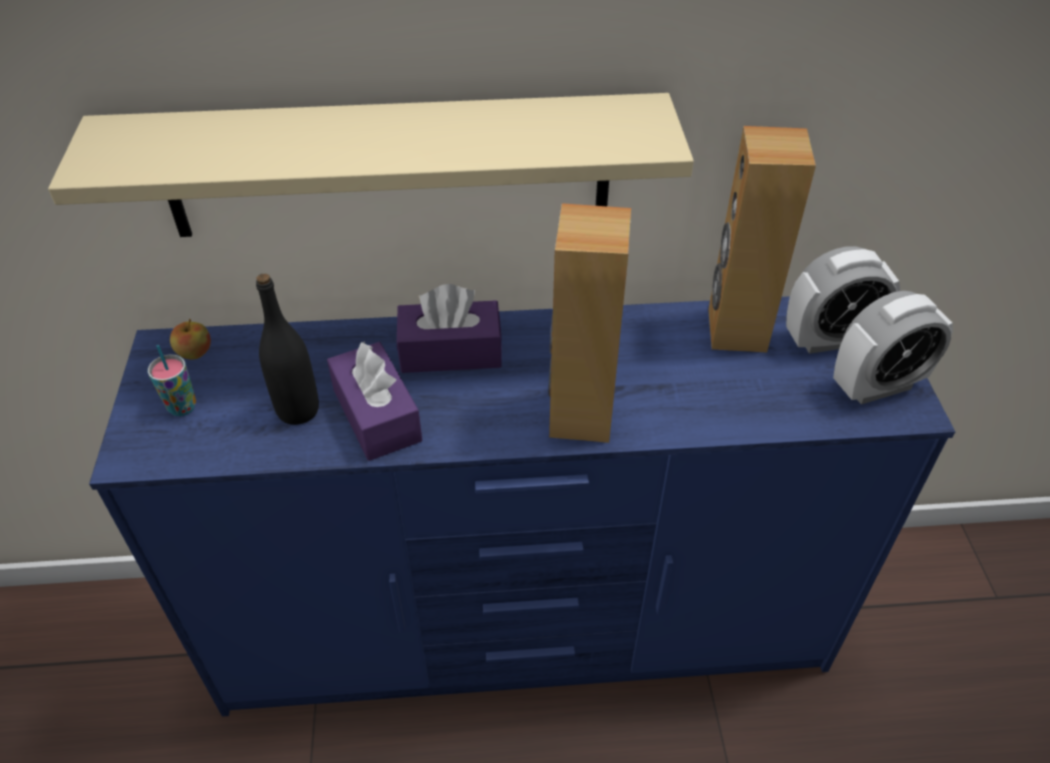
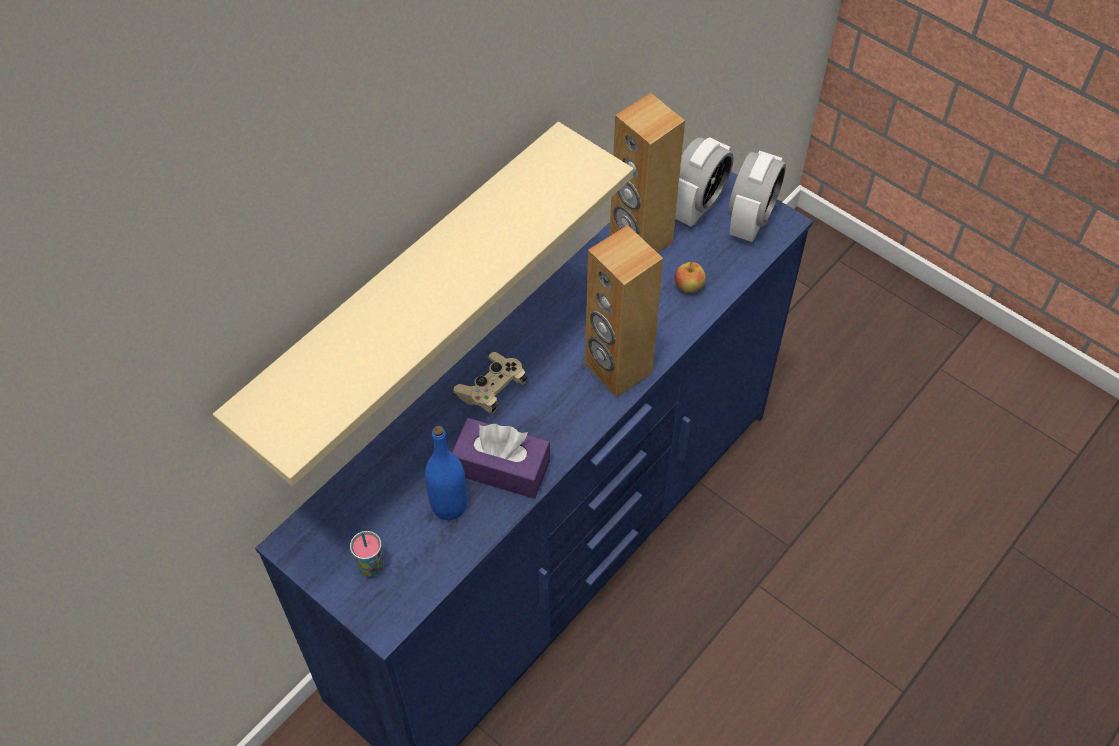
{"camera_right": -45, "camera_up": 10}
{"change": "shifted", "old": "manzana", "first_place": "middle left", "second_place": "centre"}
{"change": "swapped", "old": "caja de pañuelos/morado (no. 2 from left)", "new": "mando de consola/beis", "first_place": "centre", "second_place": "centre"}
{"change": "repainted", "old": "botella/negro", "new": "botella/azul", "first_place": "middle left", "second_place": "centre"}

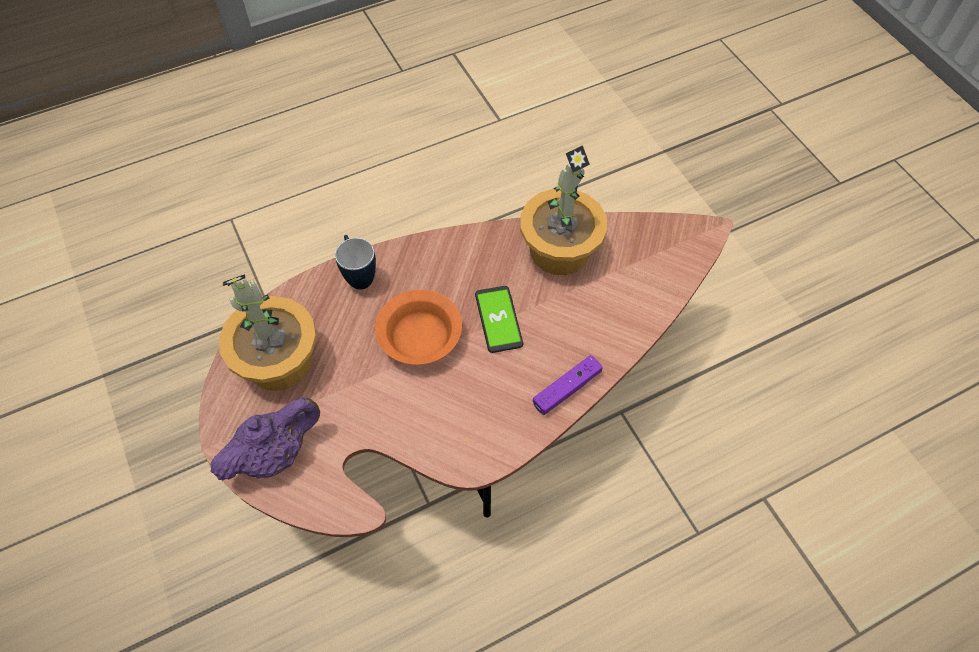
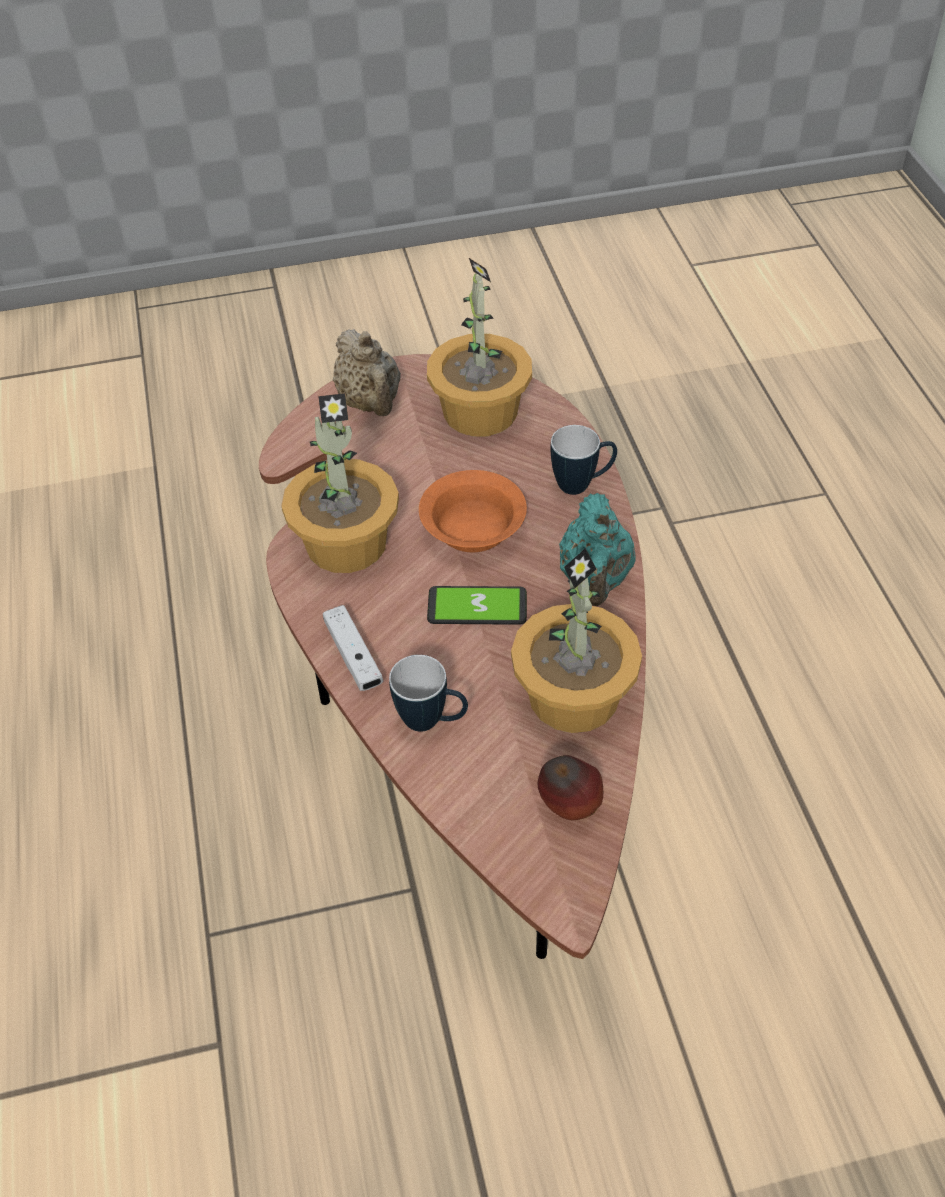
{"camera_right": 105, "camera_up": -10}
{"change": "new", "new": "planta en maceta (no. 1 from left)", "second_place": "centre"}
{"change": "new", "new": "taza grande (no. 1 from left)", "second_place": "centre"}
{"change": "new", "new": "manzana", "second_place": "centre"}
{"change": "new", "new": "tetera/turquesa", "second_place": "centre"}
{"change": "repainted", "old": "tetera/morado", "new": "tetera/beis", "first_place": "bottom left", "second_place": "top centre"}
{"change": "repainted", "old": "mando de consola/morado", "new": "mando de consola/blanco", "first_place": "centre", "second_place": "centre"}

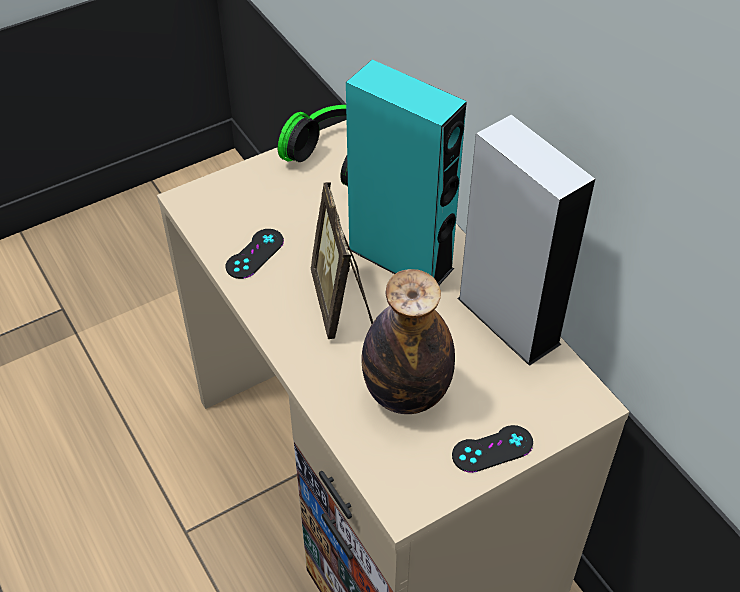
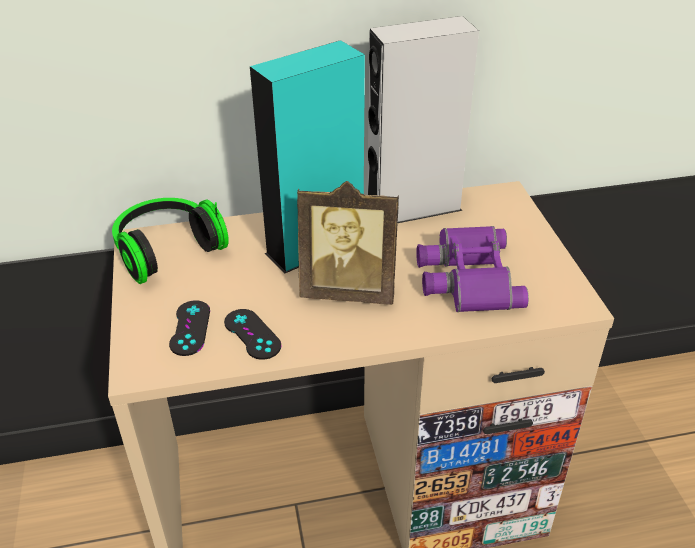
{"camera_right": -70, "camera_up": -10}
{"change": "shifted", "old": "mando de consola/negro (no. 2 from left in the first image)", "new": "mando de consola/negro (no. 1 from left)", "first_place": "bottom centre", "second_place": "middle left"}
{"change": "swapped", "old": "botella", "new": "prismáticos/morado", "first_place": "centre", "second_place": "middle right"}

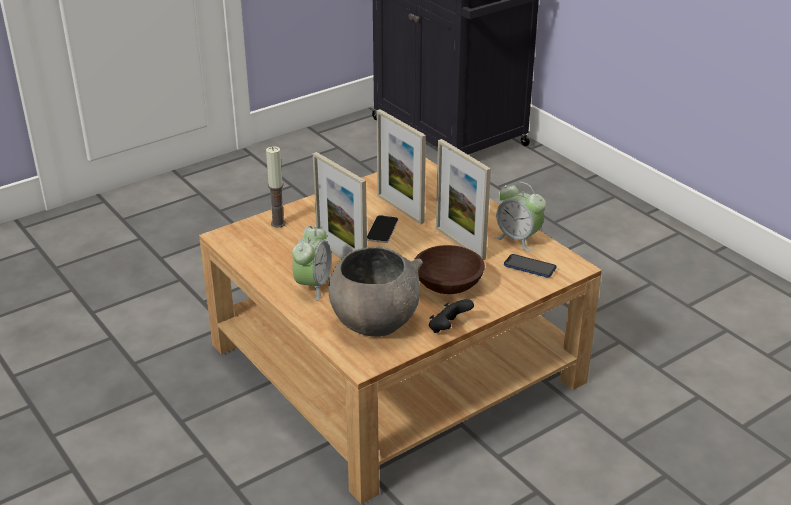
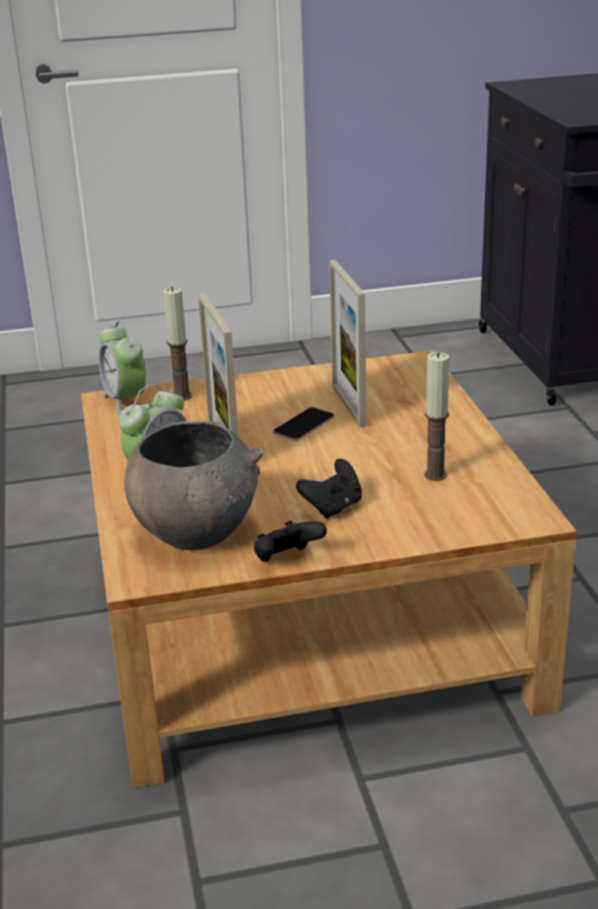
{"camera_right": 25, "camera_up": -5}
{"change": "gone", "old": "portarretratos (no. 3 from left)", "first_place": "centre"}
{"change": "gone", "old": "móvil (no. 2 from left)", "first_place": "middle right"}
{"change": "new", "new": "vela (no. 2 from left)", "second_place": "middle right"}
{"change": "shifted", "old": "despertador (no. 2 from left in the first image)", "new": "despertador (no. 1 from left)", "first_place": "centre", "second_place": "middle left"}
{"change": "swapped", "old": "cuenco/marrón", "new": "mando de consola/negro (no. 2 from left)", "first_place": "centre", "second_place": "centre"}

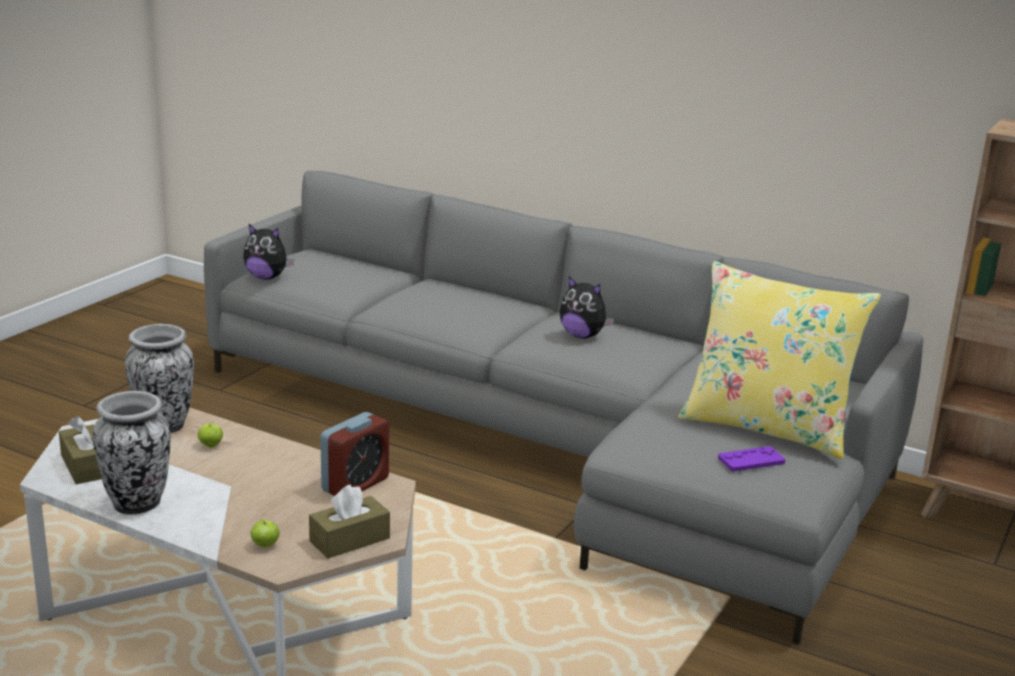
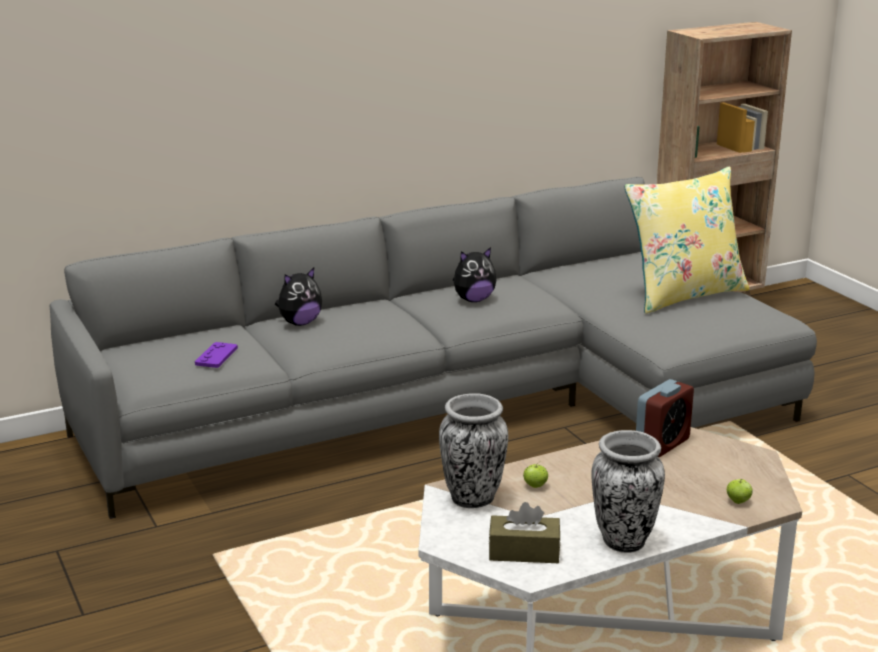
{"camera_right": -55, "camera_up": 0}
{"change": "gone", "old": "caja de pañuelos/marrón (no. 2 from left)", "first_place": "bottom centre"}
{"change": "shifted", "old": "peluche (no. 1 from left)", "first_place": "middle left", "second_place": "centre"}
{"change": "shifted", "old": "mando de consola/morado", "first_place": "bottom right", "second_place": "middle left"}
{"change": "rotated", "old": "despertador", "first_place": "bottom centre", "second_place": "middle right", "degrees": 60}

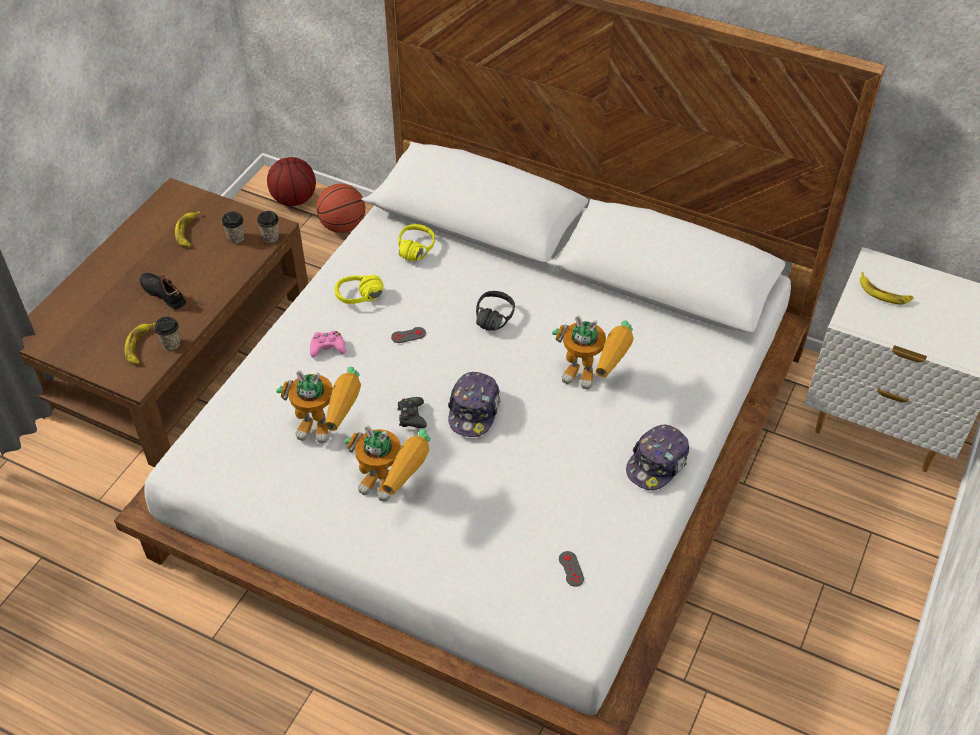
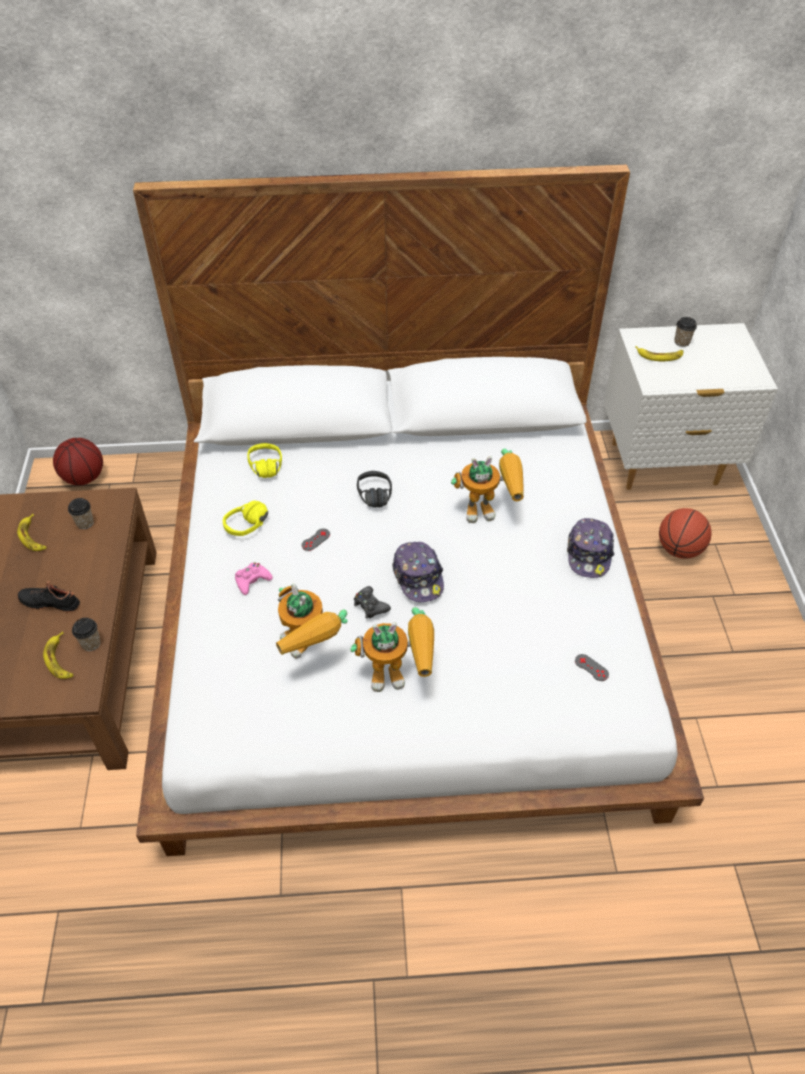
{"camera_right": -30, "camera_up": 0}
{"change": "shifted", "old": "taza (no. 3 from left)", "first_place": "top left", "second_place": "top right"}
{"change": "shifted", "old": "balón de baloncesto (no. 2 from left)", "first_place": "top centre", "second_place": "middle right"}
{"change": "rotated", "old": "robot de juguete (no. 1 from left)", "first_place": "middle left", "second_place": "centre", "degrees": 75}

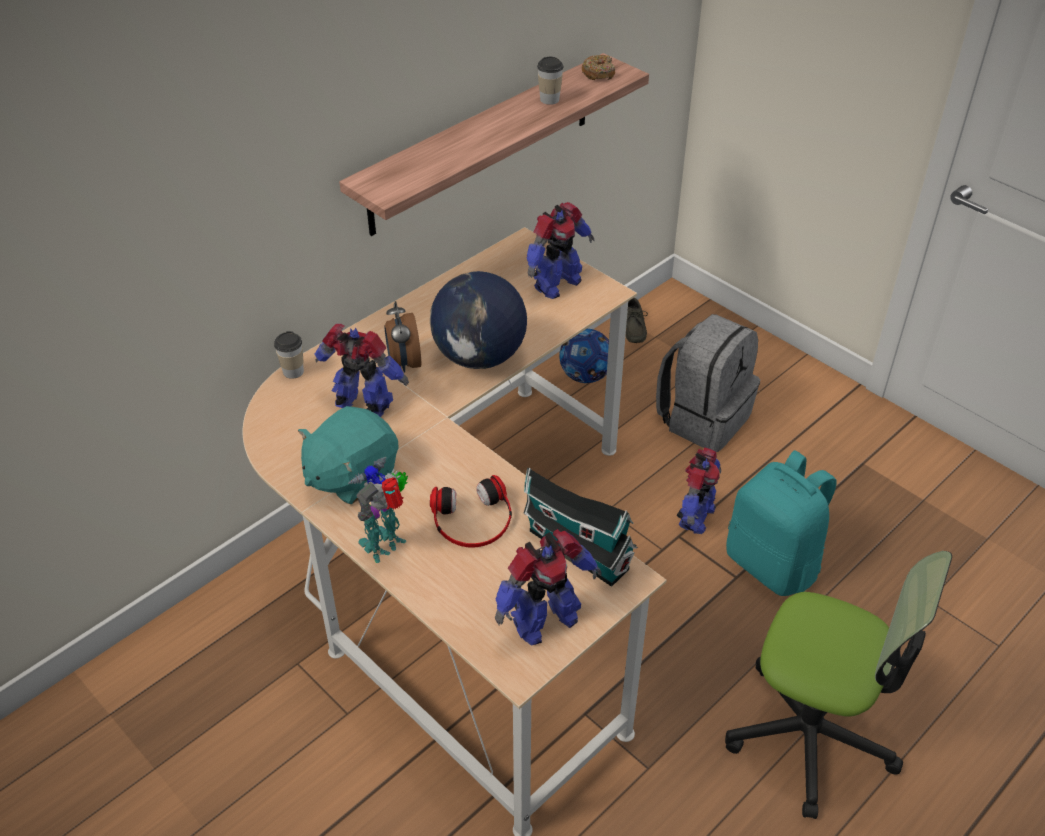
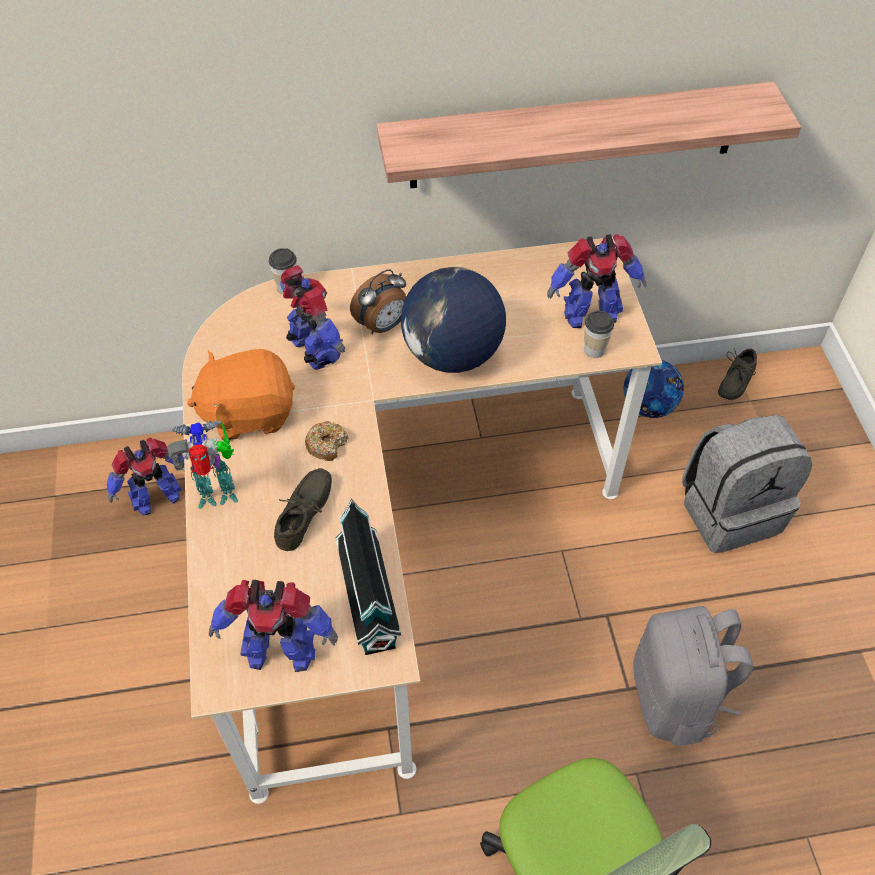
{"camera_right": 35, "camera_up": 10}
{"change": "shifted", "old": "taza (no. 2 from left)", "first_place": "top centre", "second_place": "middle right"}
{"change": "shifted", "old": "rosquilla", "first_place": "top centre", "second_place": "centre"}
{"change": "shifted", "old": "robot de juguete (no. 5 from left in the first image)", "new": "robot de juguete (no. 1 from left)", "first_place": "middle right", "second_place": "middle left"}
{"change": "swapped", "old": "auriculares", "new": "zapato/gris (no. 1 from left)", "first_place": "centre", "second_place": "centre"}
{"change": "repainted", "old": "peluche/turquesa", "new": "peluche/naranja", "first_place": "middle left", "second_place": "middle left"}
{"change": "repainted", "old": "mochila/turquesa", "new": "mochila/gris (no. 1 from left)", "first_place": "middle right", "second_place": "bottom right"}
{"change": "rotated", "old": "despertador", "first_place": "centre", "second_place": "centre", "degrees": -150}

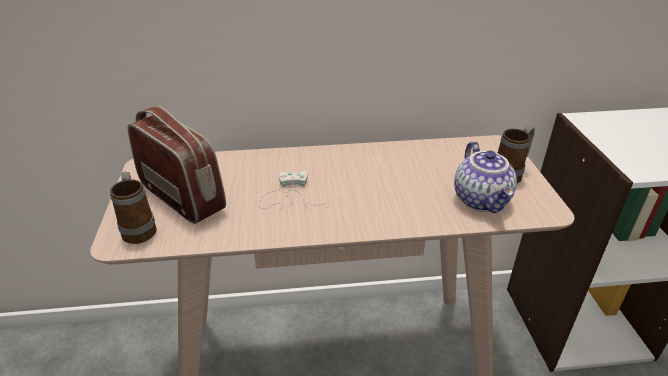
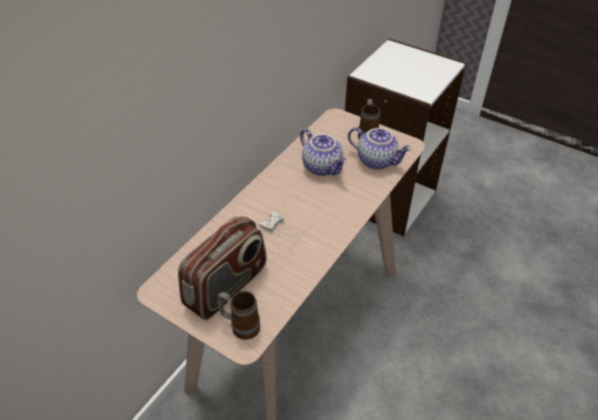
{"camera_right": -50, "camera_up": 10}
{"change": "new", "new": "tetera (no. 1 from left)", "second_place": "centre"}
{"change": "rotated", "old": "radio", "first_place": "middle left", "second_place": "centre", "degrees": 135}

